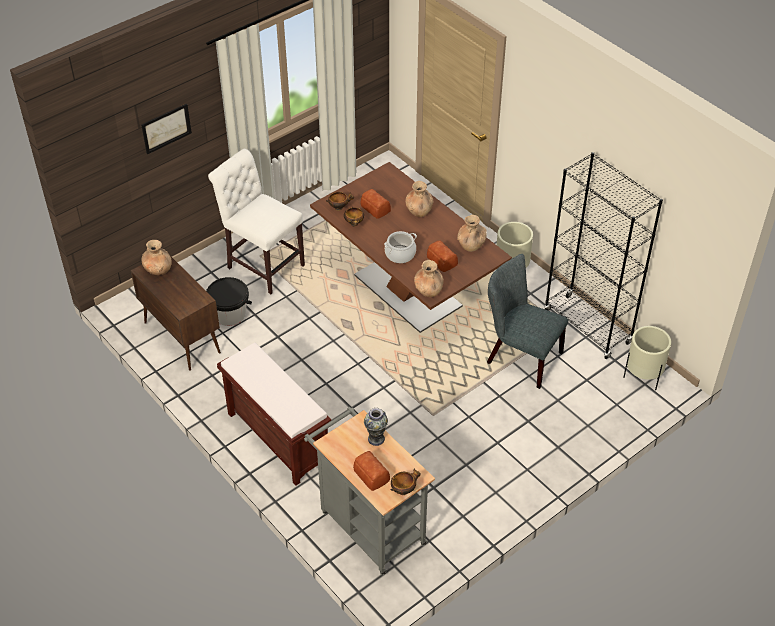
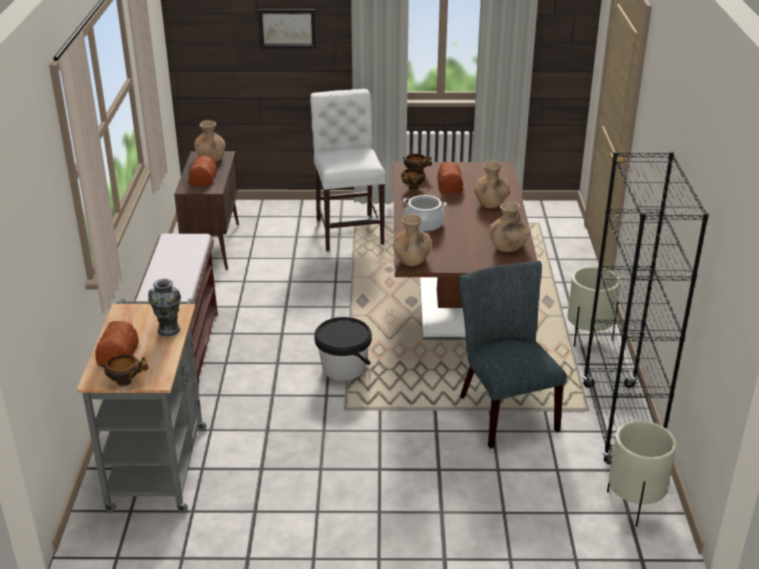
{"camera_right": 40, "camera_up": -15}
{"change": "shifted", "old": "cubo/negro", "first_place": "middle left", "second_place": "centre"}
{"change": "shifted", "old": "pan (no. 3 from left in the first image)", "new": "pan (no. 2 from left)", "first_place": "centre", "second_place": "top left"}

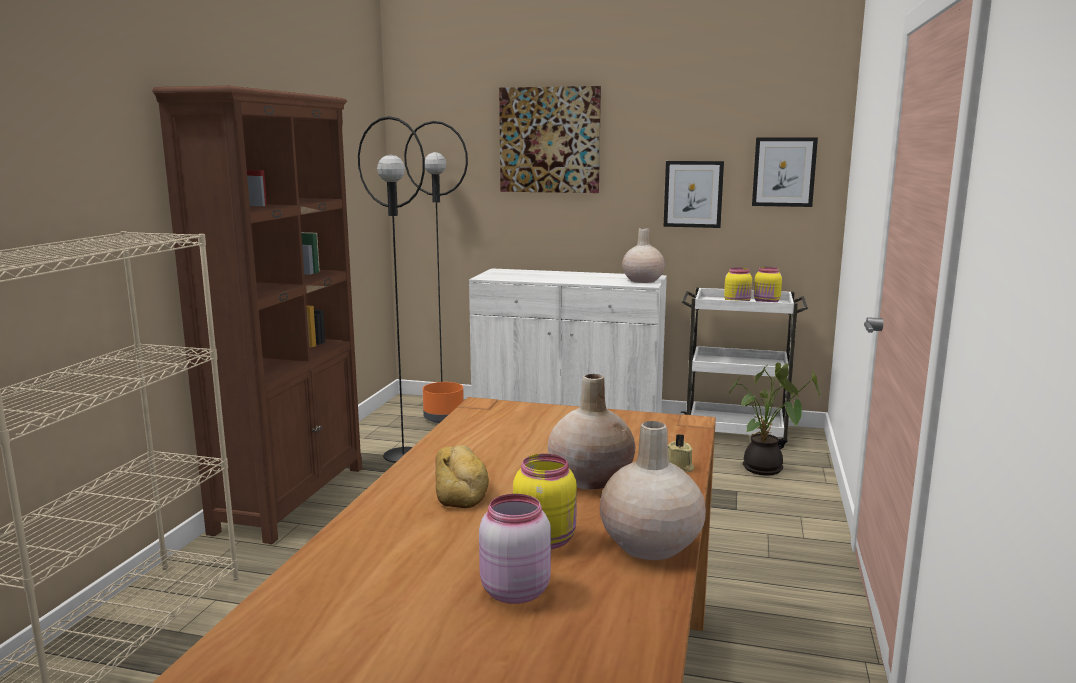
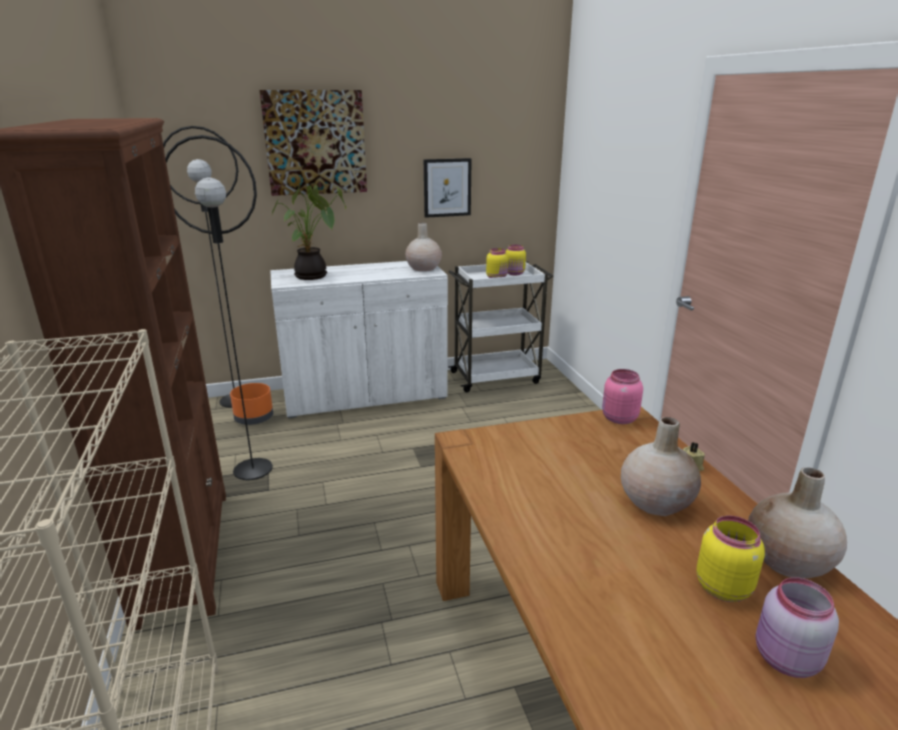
{"camera_right": -30, "camera_up": 10}
{"change": "gone", "old": "pan", "first_place": "bottom centre"}
{"change": "gone", "old": "cuadro (no. 3 from left)", "first_place": "top right"}
{"change": "new", "new": "tarro/rosa (no. 1 from left)", "second_place": "middle right"}
{"change": "shifted", "old": "planta en maceta", "first_place": "middle right", "second_place": "top centre"}

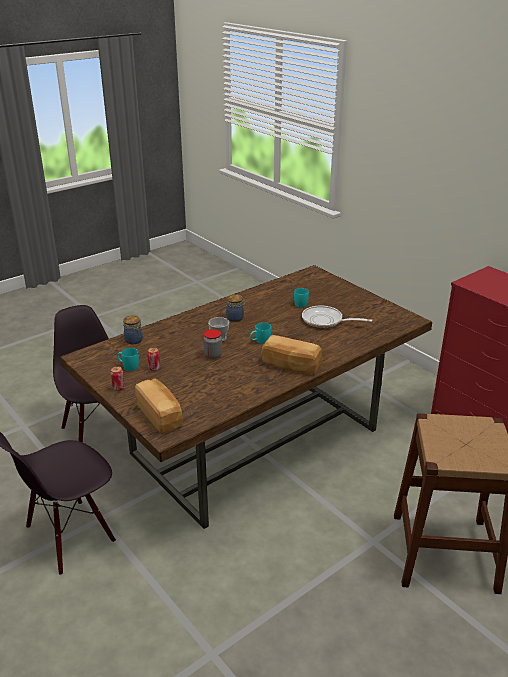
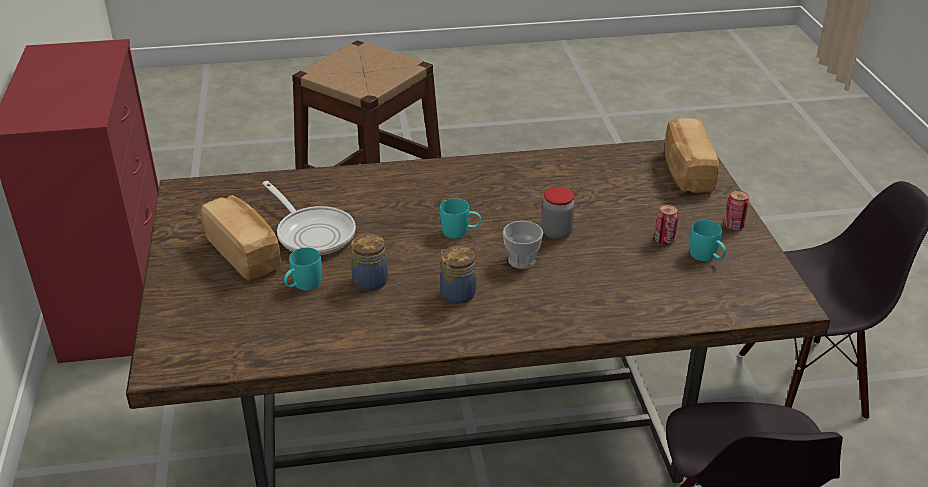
{"camera_right": -150, "camera_up": 5}
{"change": "shifted", "old": "tarro (no. 1 from left)", "first_place": "middle left", "second_place": "centre"}
{"change": "shifted", "old": "pan (no. 2 from left in the first image)", "new": "pan (no. 1 from left)", "first_place": "centre", "second_place": "middle left"}

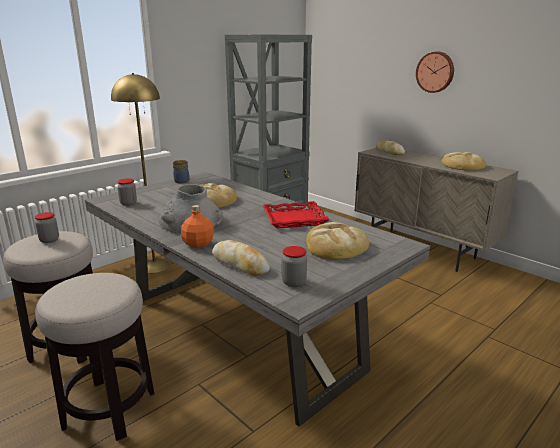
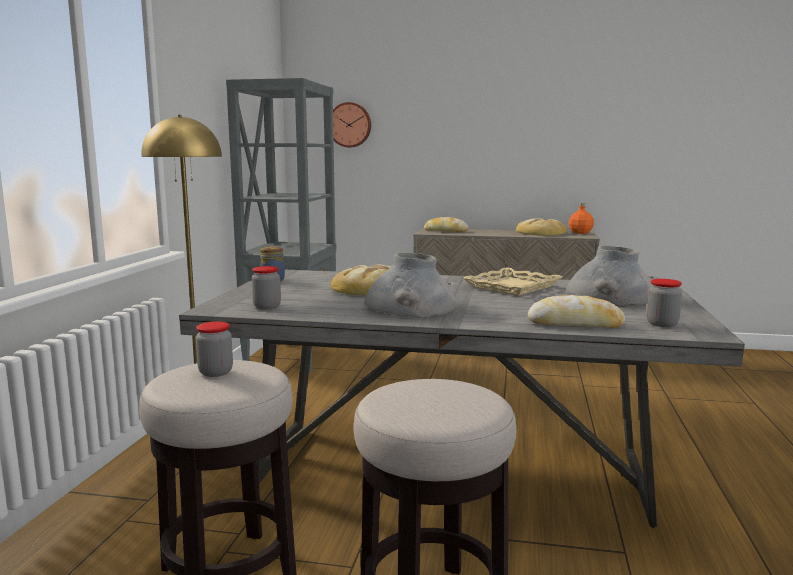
{"camera_right": -35, "camera_up": -10}
{"change": "shifted", "old": "botella/naranja", "first_place": "centre", "second_place": "middle right"}
{"change": "shifted", "old": "reloj de pared", "first_place": "top right", "second_place": "top centre"}
{"change": "swapped", "old": "pan (no. 3 from left)", "new": "florero/gris (no. 2 from left)", "first_place": "centre", "second_place": "middle right"}
{"change": "repainted", "old": "bandeja/rojo", "new": "bandeja/beis", "first_place": "centre", "second_place": "centre"}

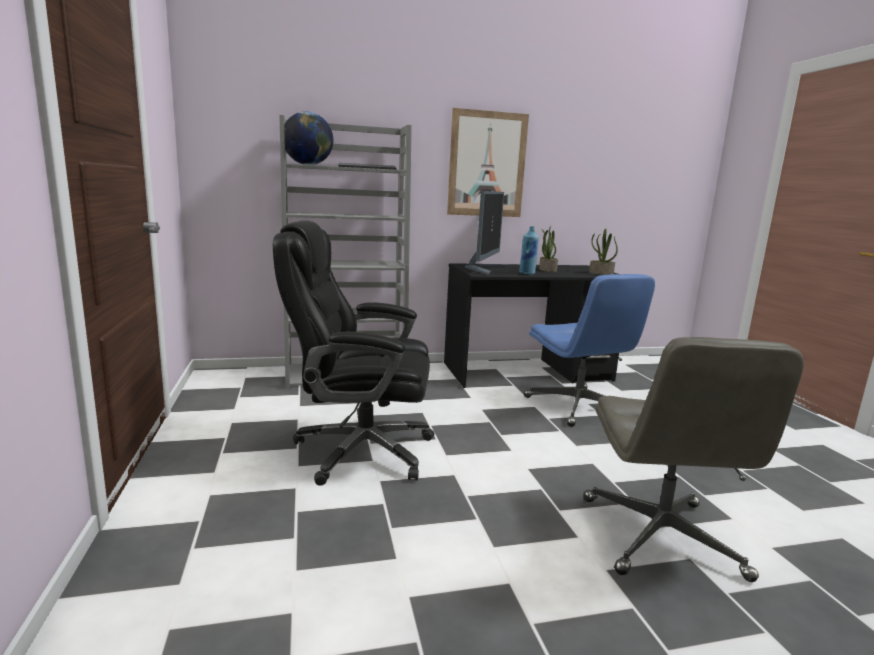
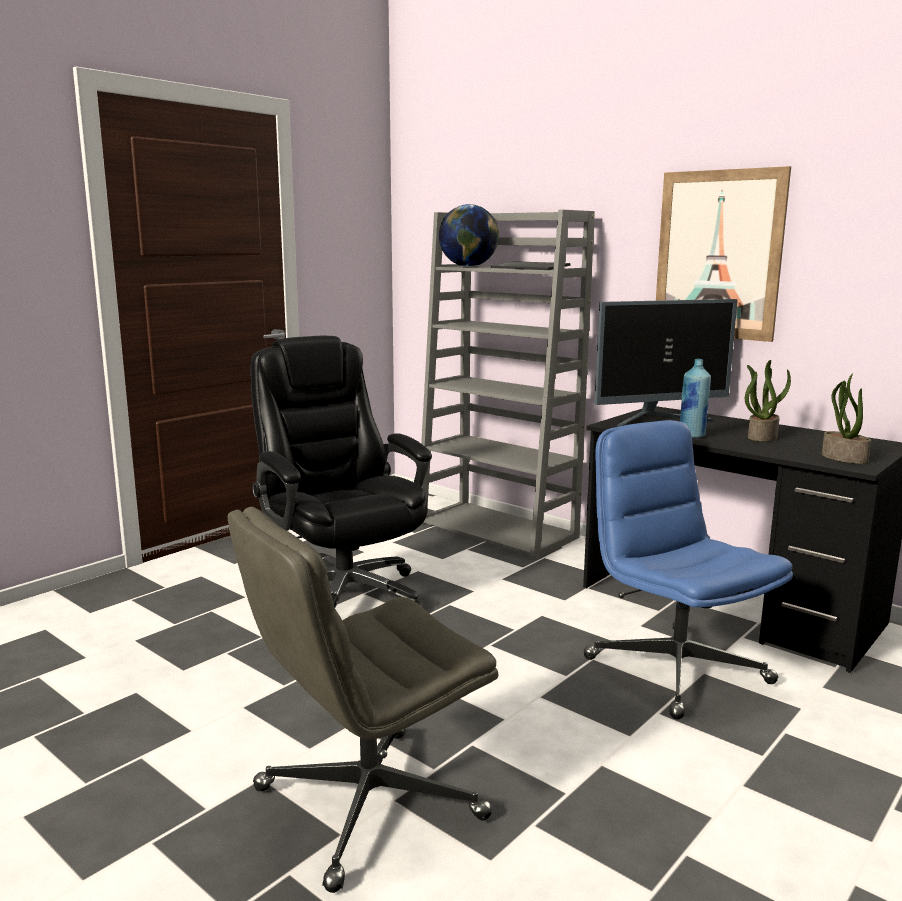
{"camera_right": 55, "camera_up": 0}
{"change": "rotated", "old": "silla de oficina/azul", "first_place": "middle right", "second_place": "middle right", "degrees": 120}

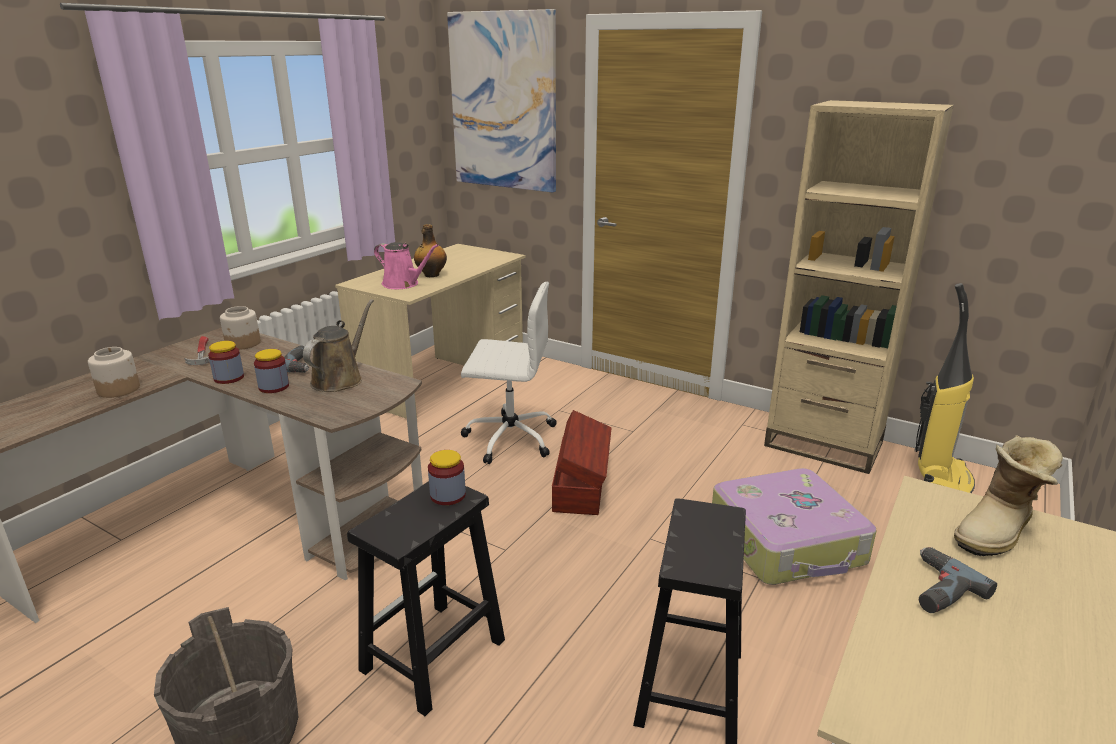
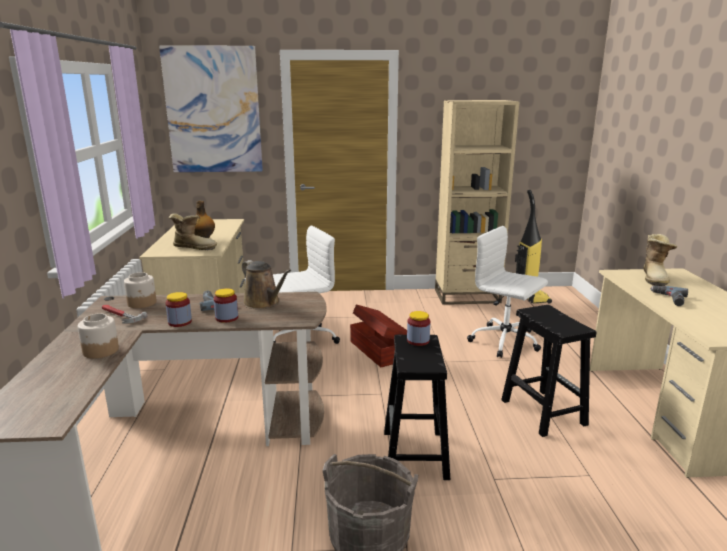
{"camera_right": -35, "camera_up": -5}
{"change": "swapped", "old": "regadera/rosa", "new": "bota (no. 1 from left)", "first_place": "centre", "second_place": "middle left"}
{"change": "swapped", "old": "maleta", "new": "silla de oficina/blanco (no. 2 from left)", "first_place": "bottom right", "second_place": "middle right"}
{"change": "rotated", "old": "regadera/marrón", "first_place": "middle left", "second_place": "centre", "degrees": 150}

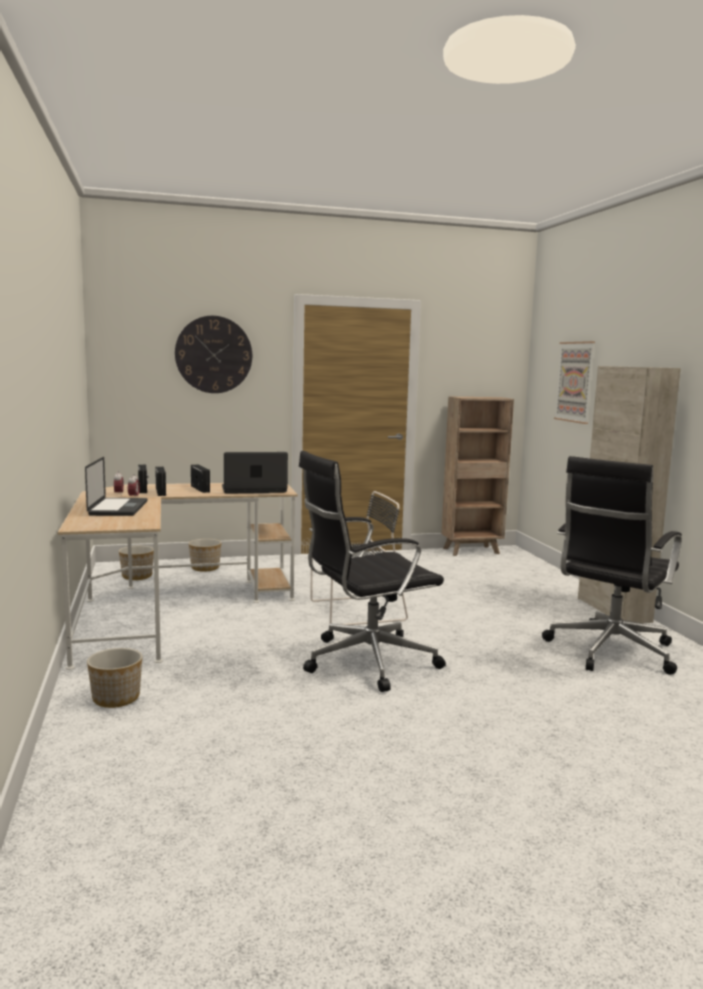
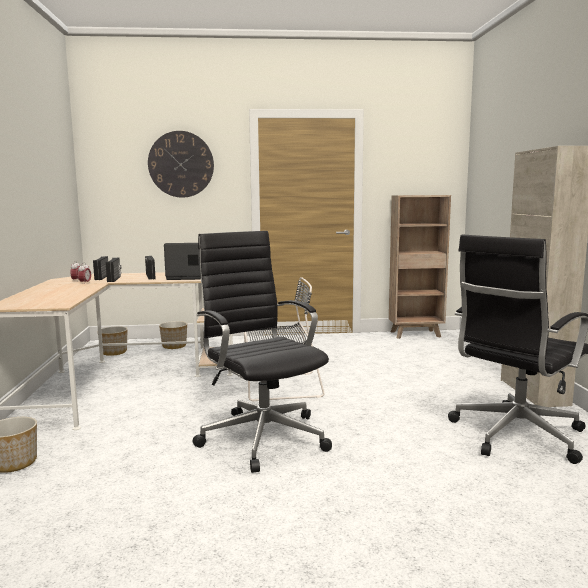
{"camera_right": 10, "camera_up": 0}
{"change": "gone", "old": "portátil (no. 1 from left)", "first_place": "middle left"}
{"change": "gone", "old": "cuadro", "first_place": "middle right"}
{"change": "rotated", "old": "silla de oficina/negro (no. 1 from left)", "first_place": "centre", "second_place": "centre", "degrees": 75}

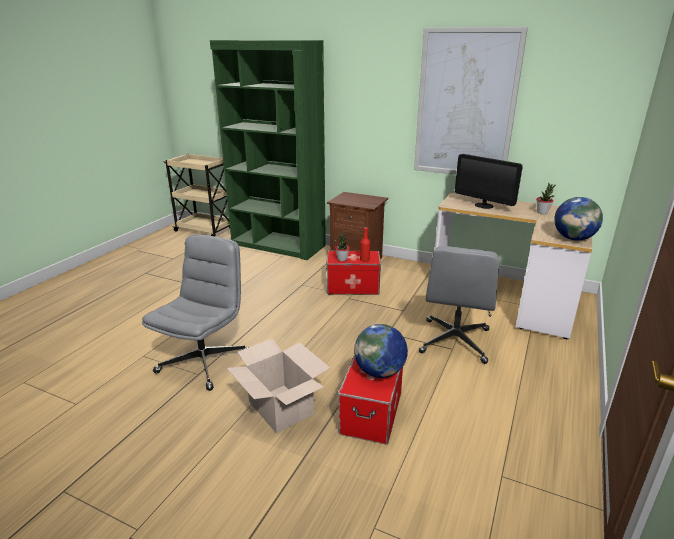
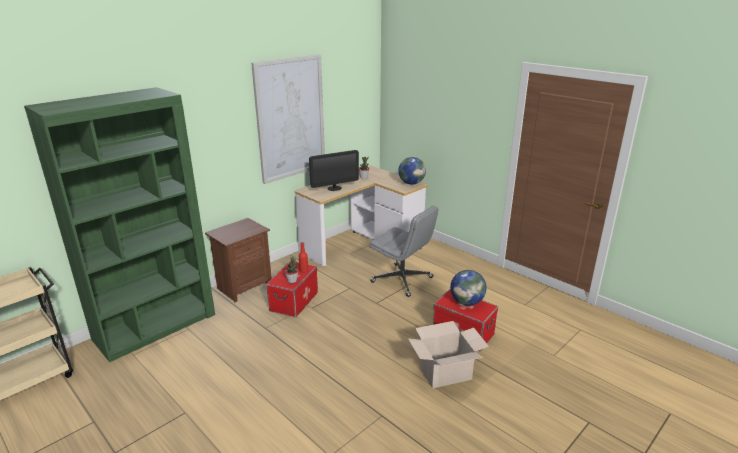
{"camera_right": -70, "camera_up": 0}
{"change": "gone", "old": "silla de oficina/gris (no. 1 from left)", "first_place": "middle left"}

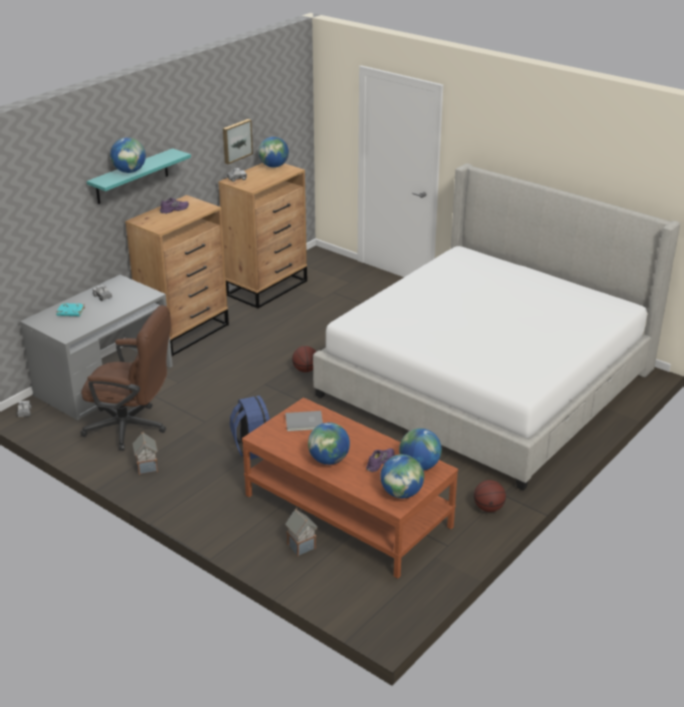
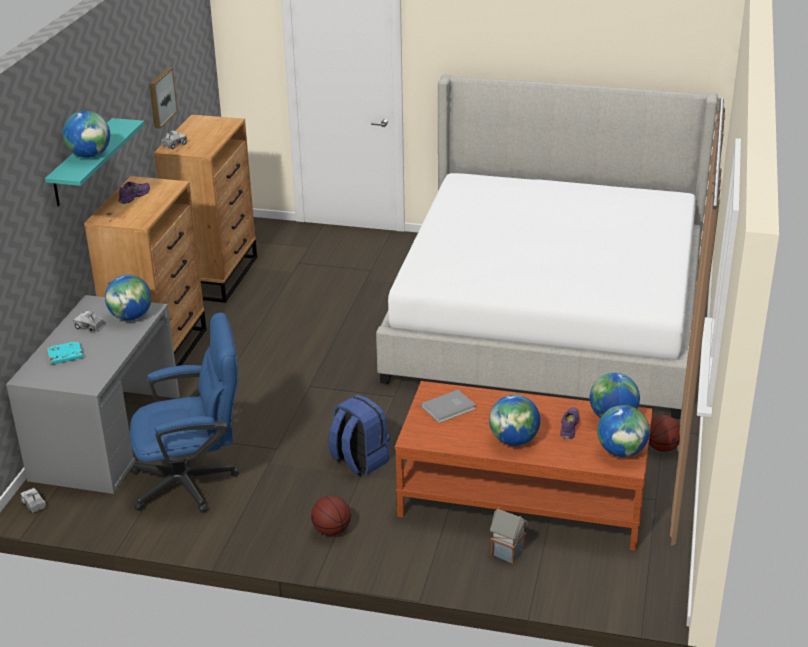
{"camera_right": -25, "camera_up": 0}
{"change": "gone", "old": "casita (no. 1 from left)", "first_place": "middle left"}
{"change": "shifted", "old": "globo terráqueo (no. 2 from left)", "first_place": "top centre", "second_place": "middle left"}
{"change": "shifted", "old": "balón de baloncesto (no. 1 from left)", "first_place": "centre", "second_place": "bottom centre"}
{"change": "repainted", "old": "silla de oficina/marrón", "new": "silla de oficina/azul", "first_place": "middle left", "second_place": "middle left"}

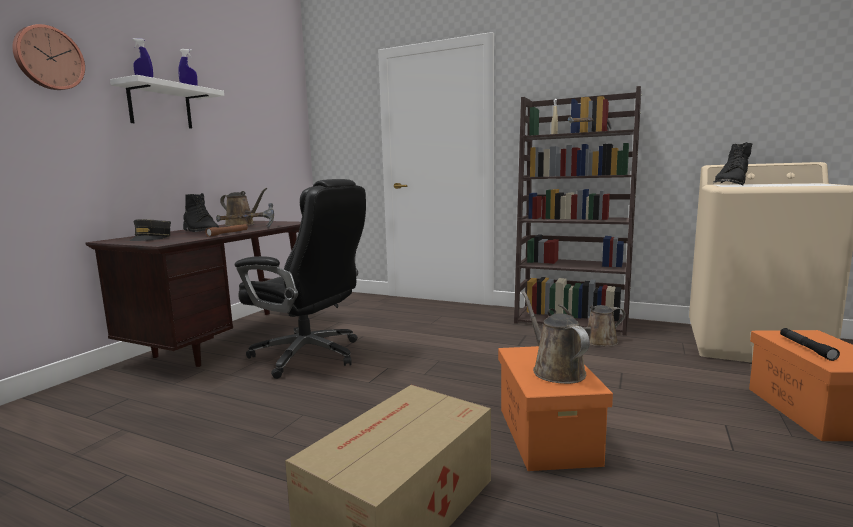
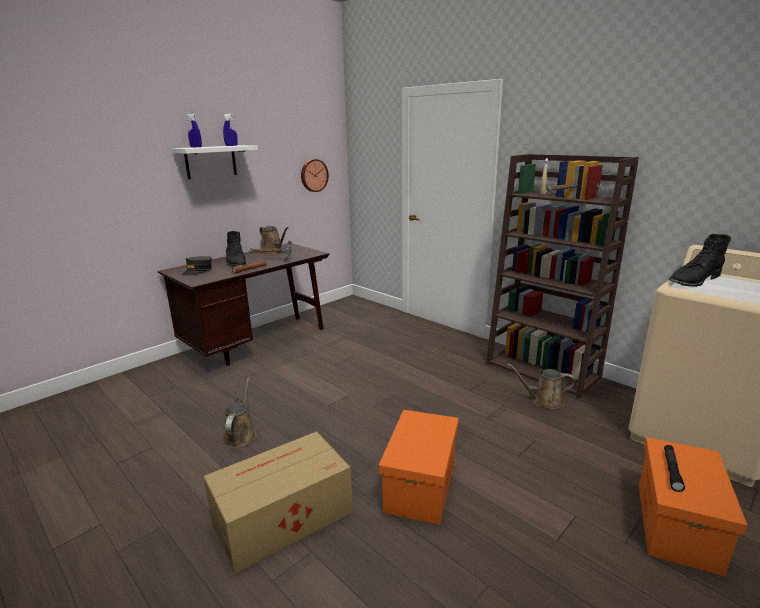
{"camera_right": 20, "camera_up": 10}
{"change": "gone", "old": "silla de oficina/negro", "first_place": "centre"}
{"change": "shifted", "old": "reloj de pared", "first_place": "top left", "second_place": "top centre"}
{"change": "shifted", "old": "regadera/marrón (no. 2 from left in the first image)", "new": "regadera/marrón (no. 1 from left)", "first_place": "centre", "second_place": "bottom left"}

